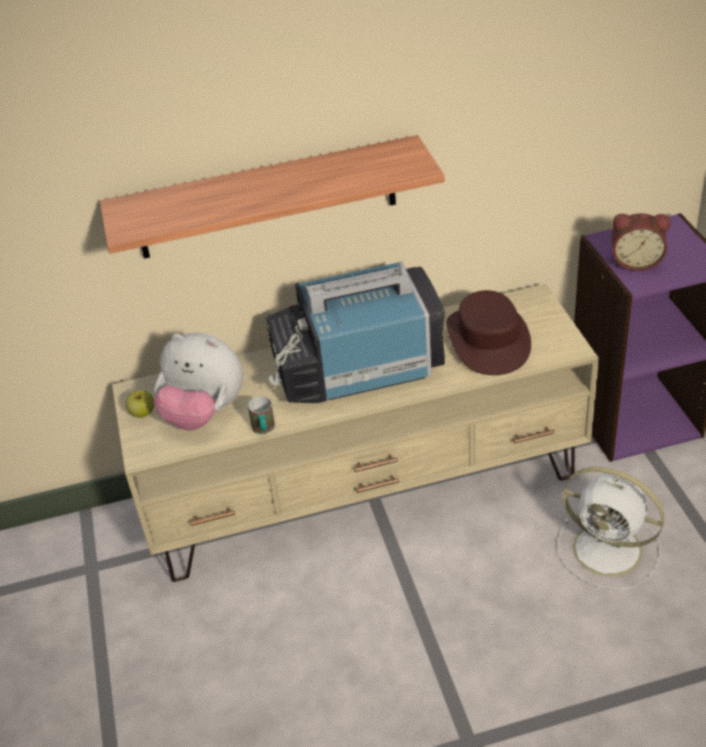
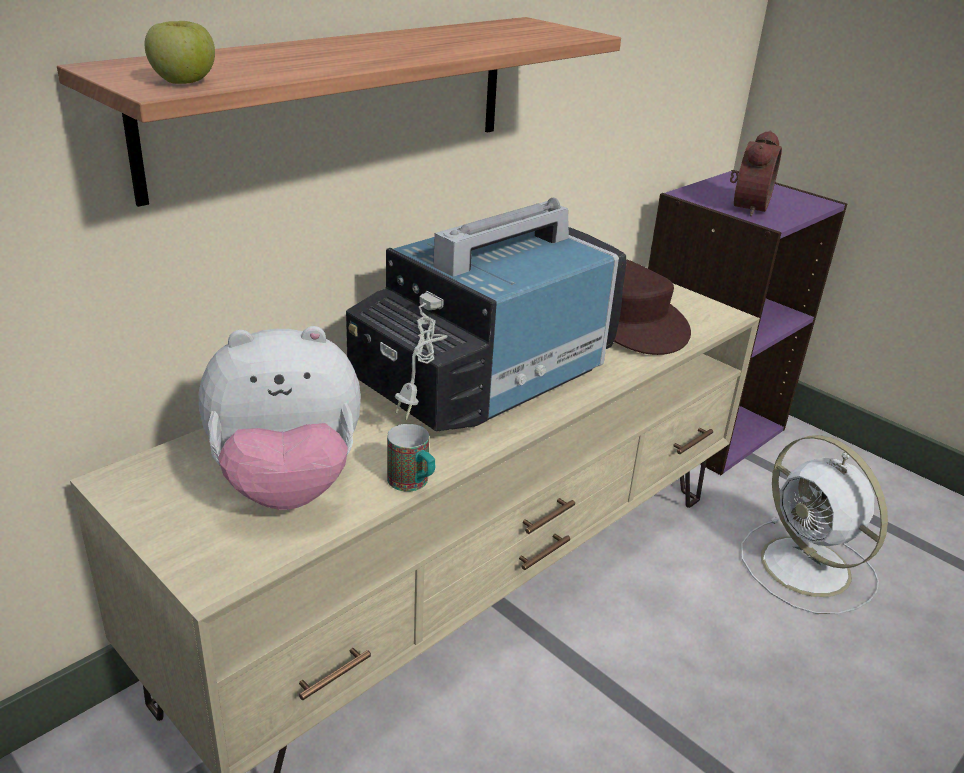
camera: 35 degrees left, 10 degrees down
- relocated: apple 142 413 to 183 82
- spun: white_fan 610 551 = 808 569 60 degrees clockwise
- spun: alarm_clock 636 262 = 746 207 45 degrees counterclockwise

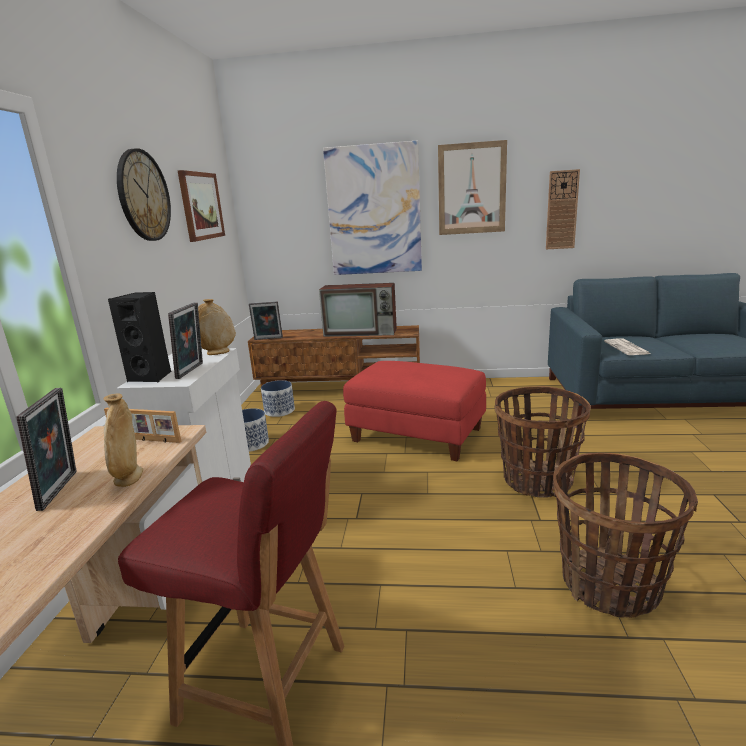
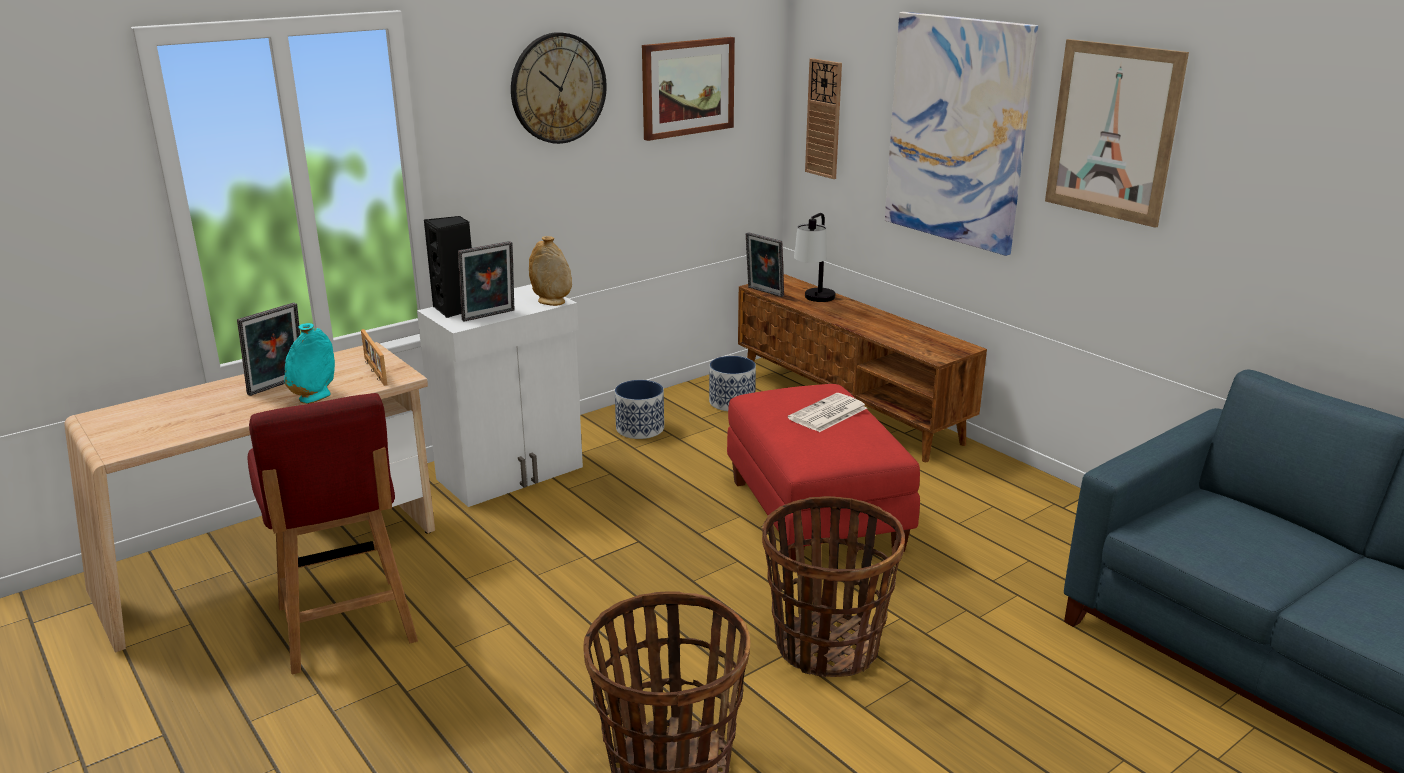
camera: 45 degrees right, 5 degrees up
- colour: beige_vase 129 478 to turquoise_vase 314 397
- missing: television 362 332
- relocated: wall_clock 562 210 to 824 119
- relocated: newspaper 627 348 to 827 414
- appeared: table_lamp 814 301

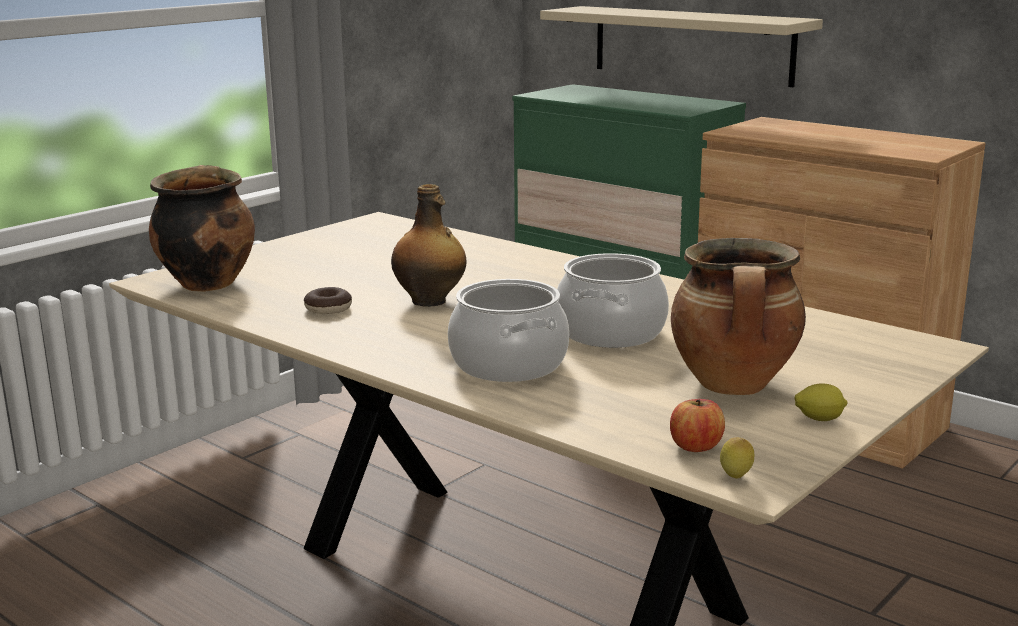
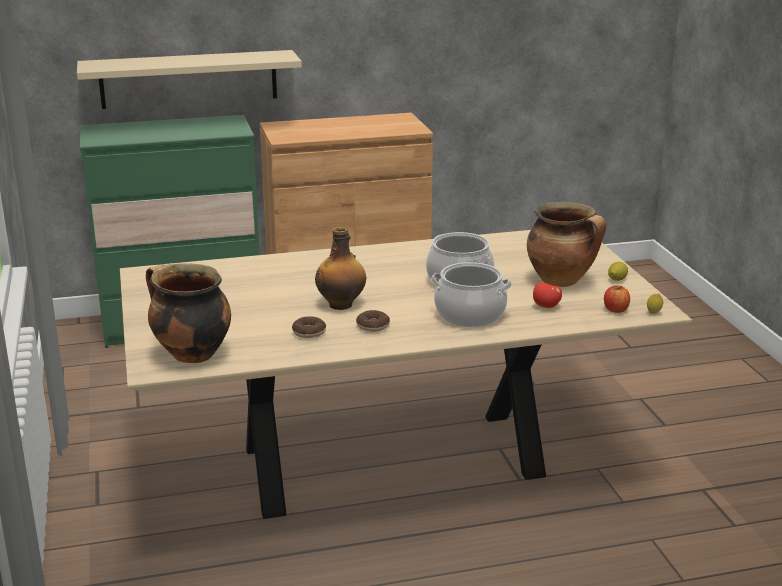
camera: 55 degrees left, 5 degrees up
- appeared: donut 373 326
- appeared: apple 546 306

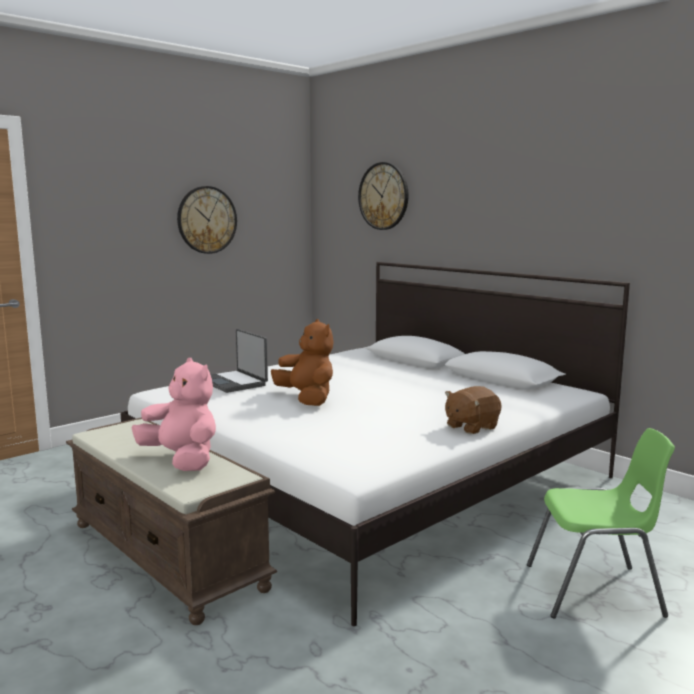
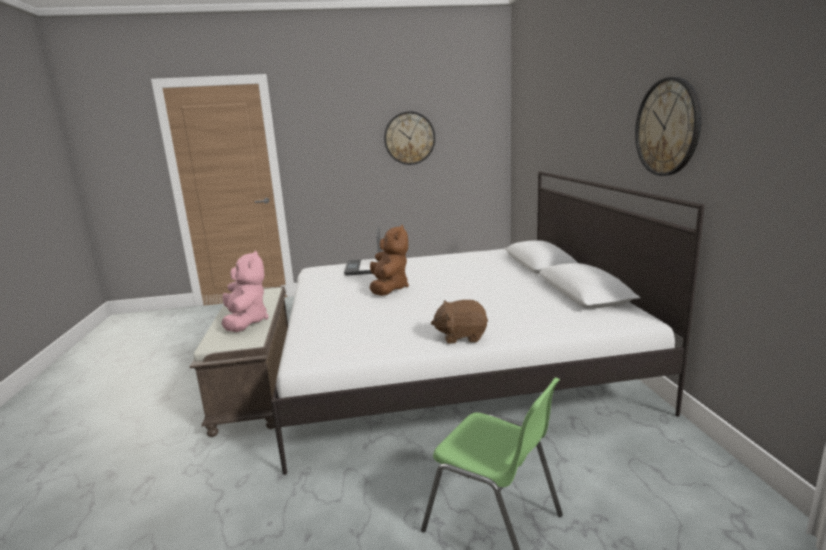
camera: 35 degrees right, 5 degrees up
- relocated: wall_clock 383 196 to 667 127

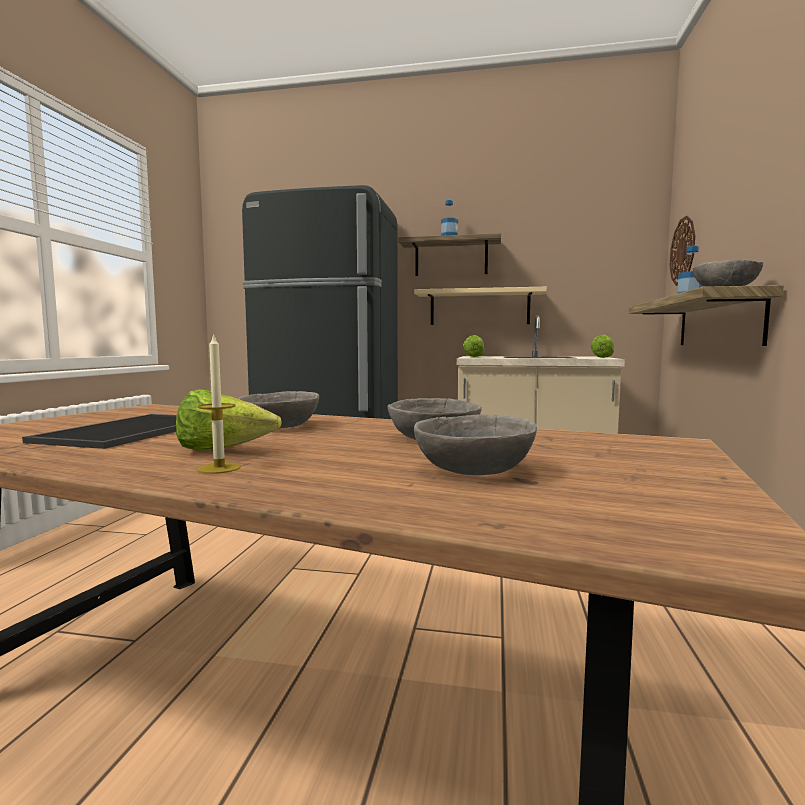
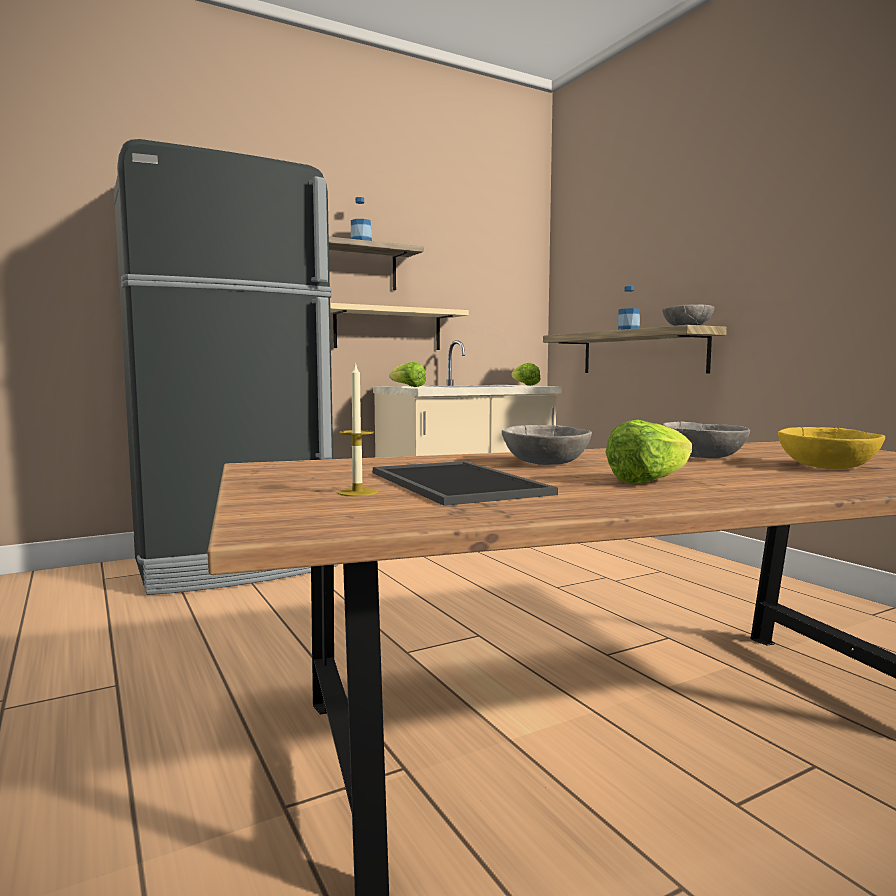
camera: 40 degrees left, 0 degrees up
- relocated: candle 219 468 to 357 492
- colour: grey_bowl 474 469 to yellow_bowl 827 466
- missing: wall_clock 683 251

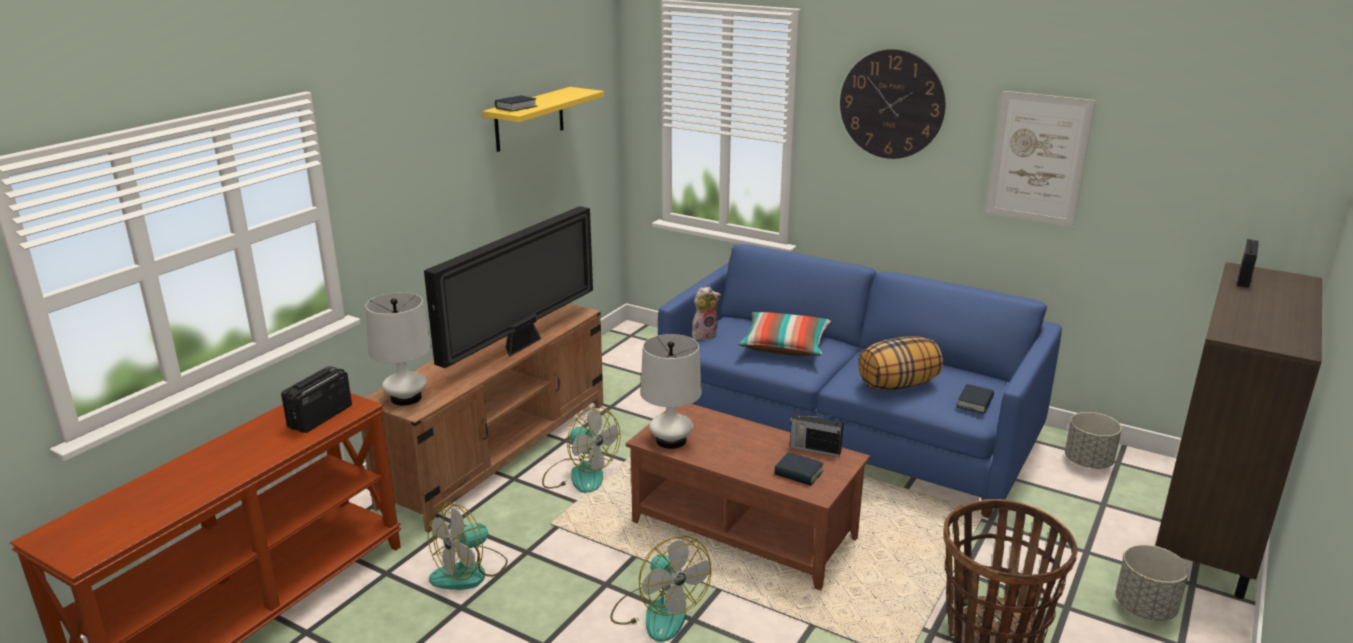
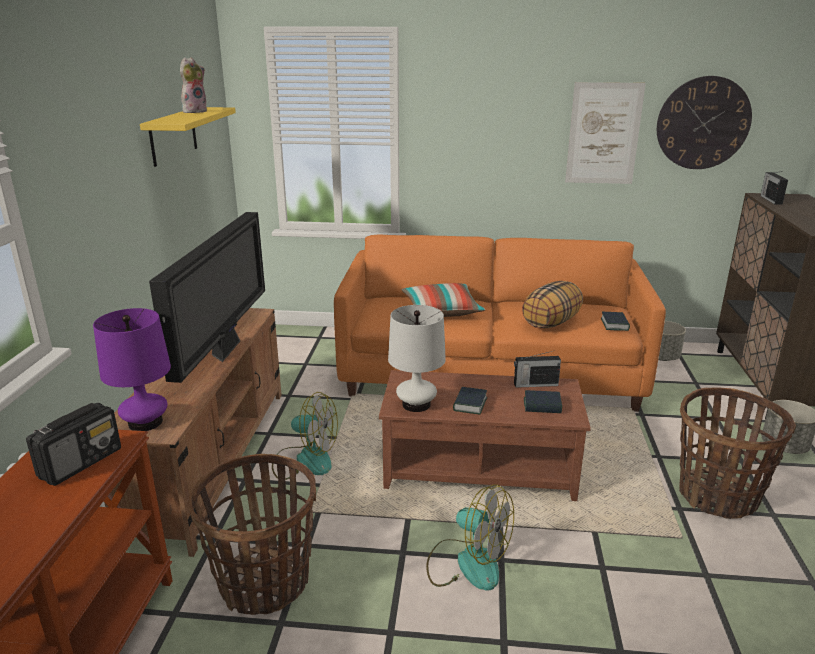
camera: 25 degrees left, 0 degrees up
- spun: radio 320 417 = 81 462 150 degrees counterclockwise
- colour: white_table_lamp 406 398 to purple_table_lamp 145 422
- exchanged: fan 469 572 to basket 264 583
- relocated: book 516 108 to 470 404
- colour: blue_sofa 847 430 to orange_sofa 490 371
- relocated: plush_toy 704 335 to 195 111
- relocated: wall_clock 891 104 to 703 123

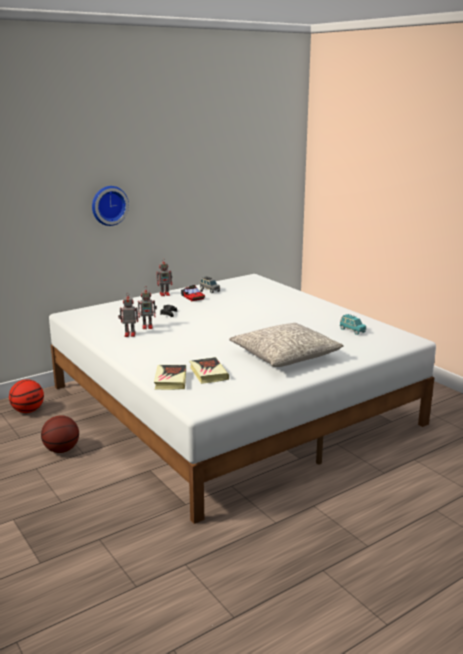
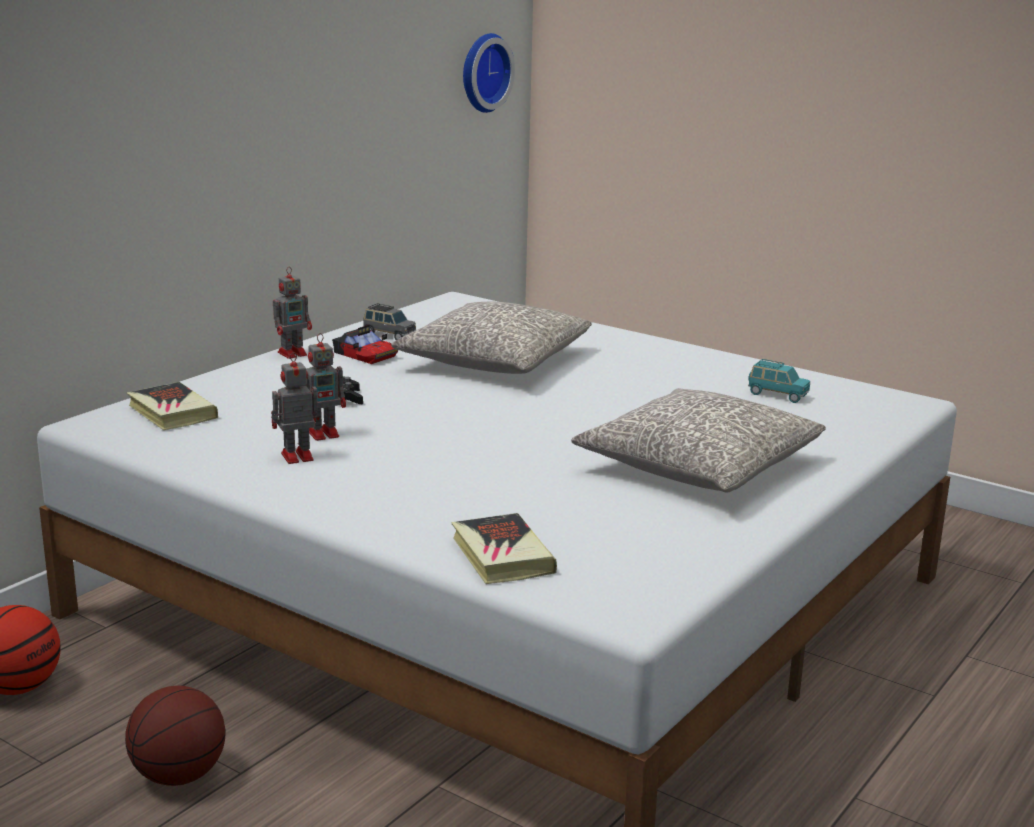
camera: 20 degrees left, 0 degrees up
- relocated: wall_clock 109 205 to 482 72
- relocated: book 208 373 to 172 412
- appeared: grey_pillow 494 360

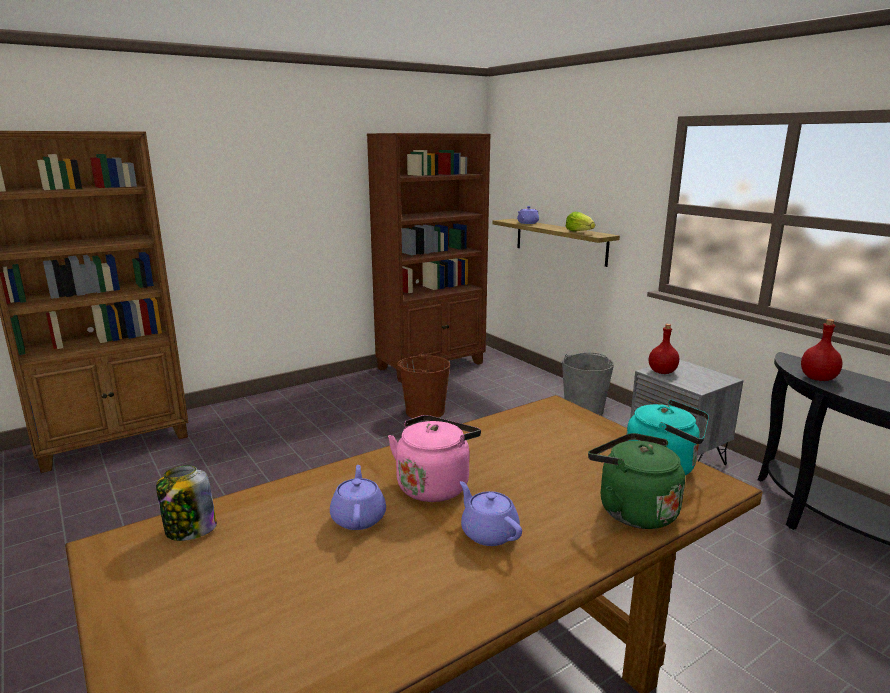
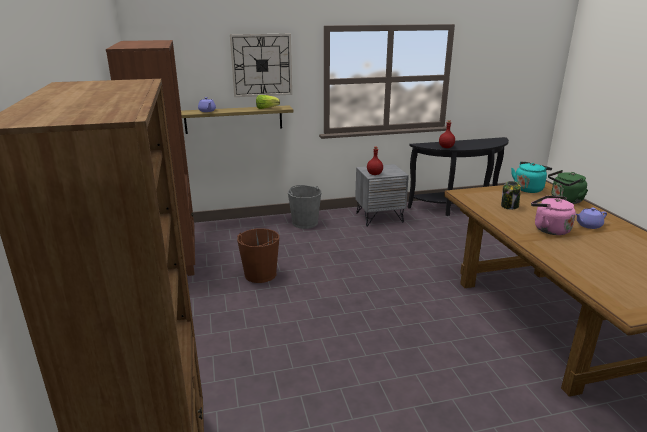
camera: 70 degrees left, 5 degrees up
- relocated: jar 190 530 to 509 206
- missing: purple_teapot 358 517
- appeared: wall_clock 261 65

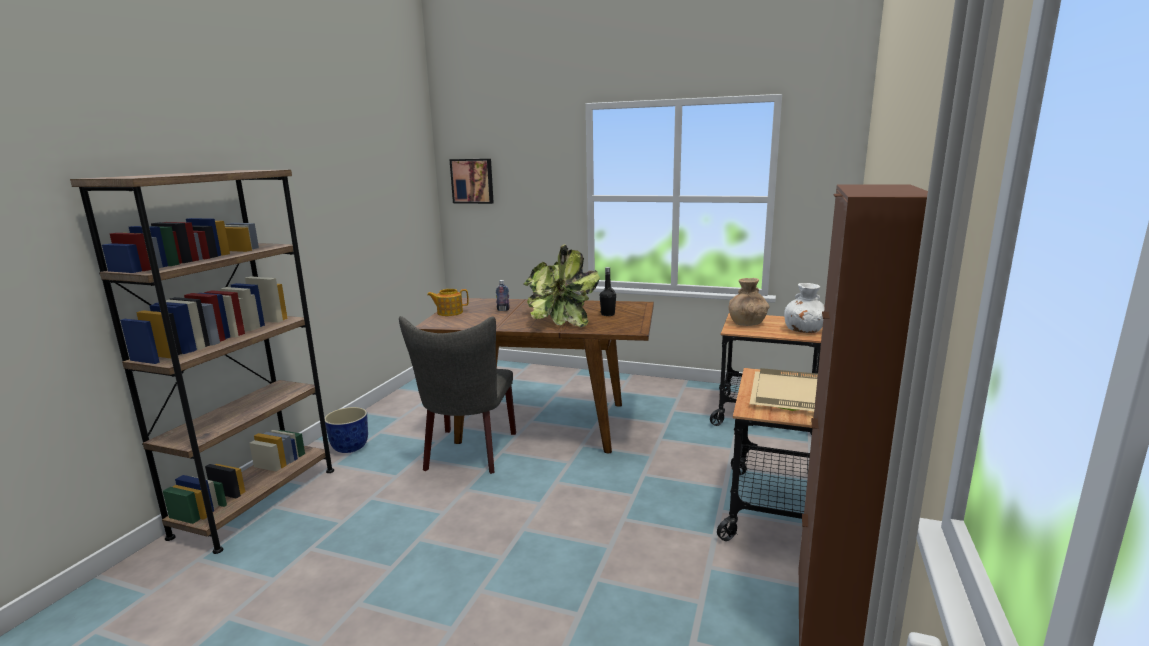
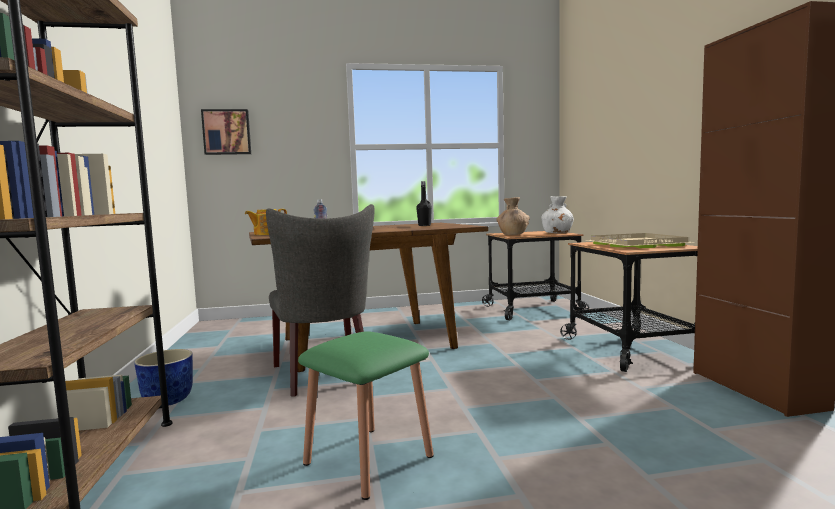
camera: 30 degrees left, 10 degrees down
- missing: potted_plant 557 321
- appeared: green_stool 368 459

